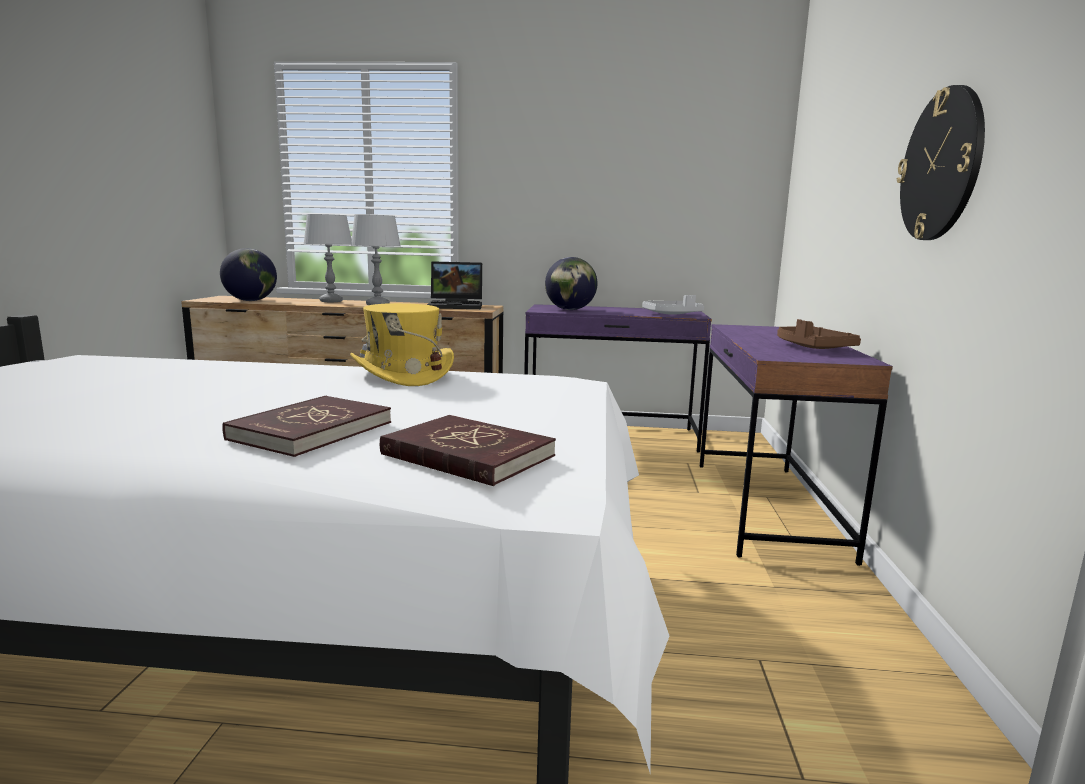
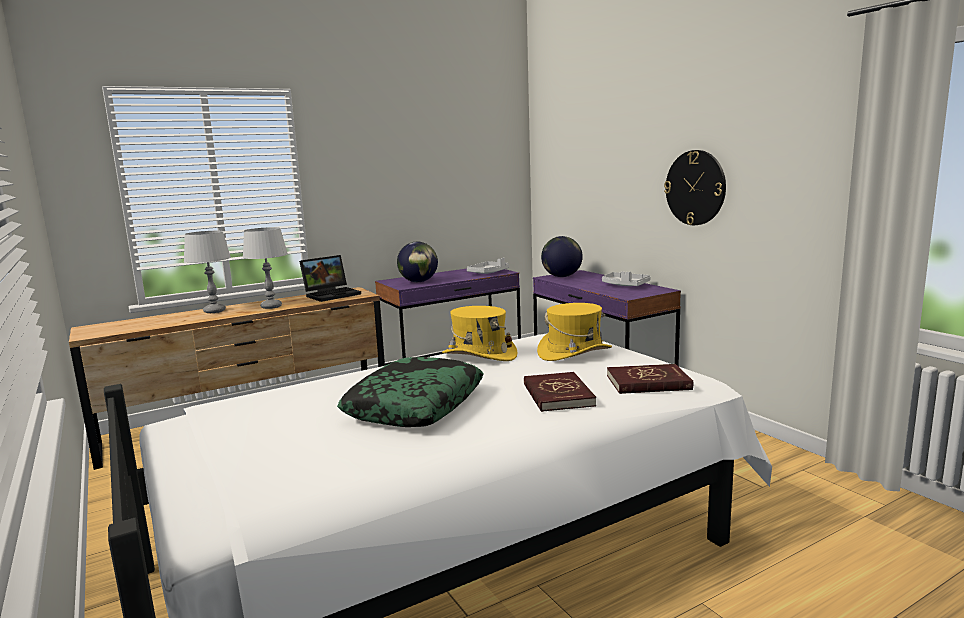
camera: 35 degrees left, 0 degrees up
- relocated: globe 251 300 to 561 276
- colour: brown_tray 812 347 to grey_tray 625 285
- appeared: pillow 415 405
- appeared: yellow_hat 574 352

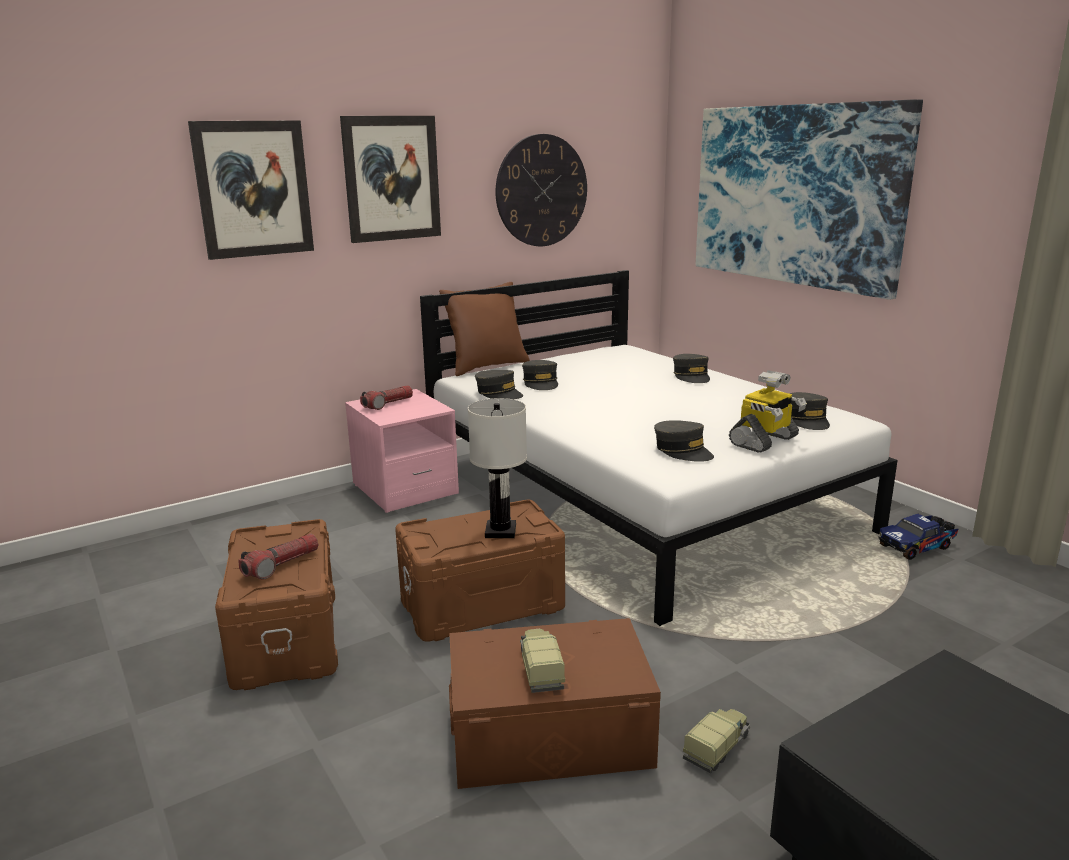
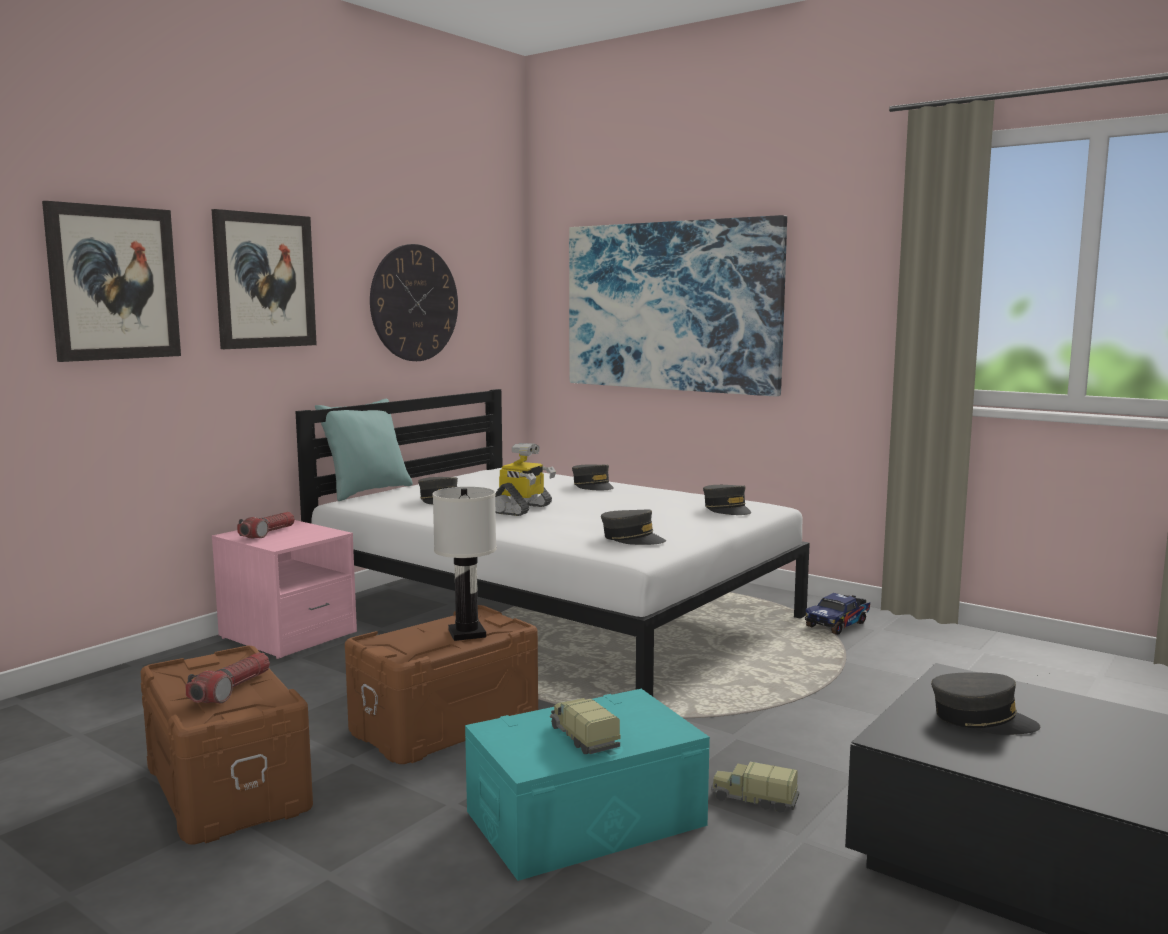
camera: 20 degrees left, 10 degrees down
- colour: brown_pillow 487 366 to turquoise_pillow 367 492
- colour: brown_storage_box 549 733 to turquoise_storage_box 585 818
- relocated: grey_cap 499 393 to 981 719
- spun: toy_truck 717 748 = 753 799 90 degrees counterclockwise
- relocated: toy_robot 764 441 to 522 509

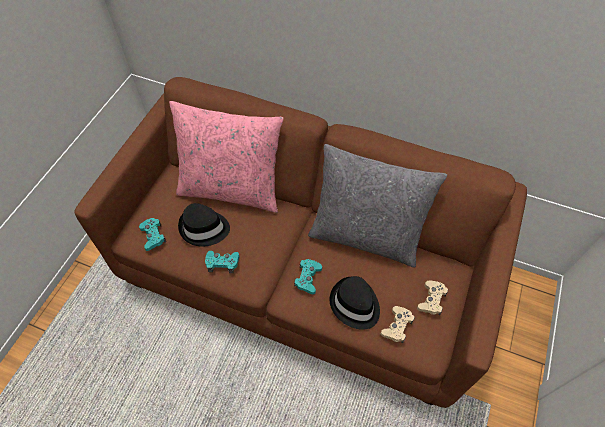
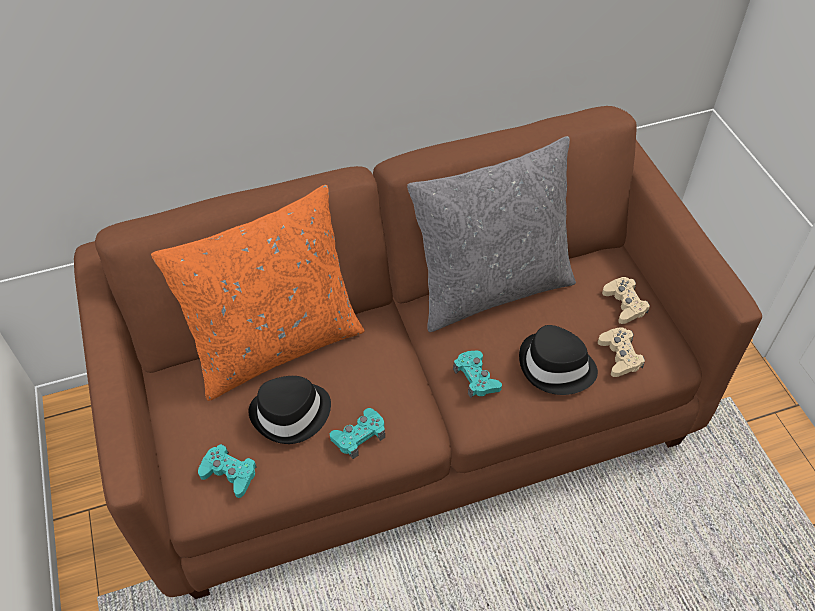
camera: 40 degrees left, 5 degrees down
- colour: pink_pillow 231 189 to orange_pillow 276 344

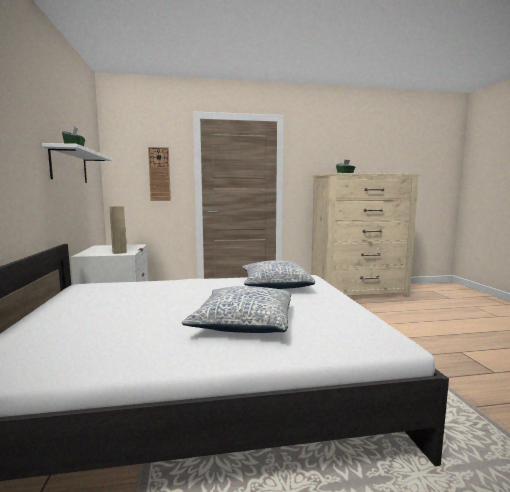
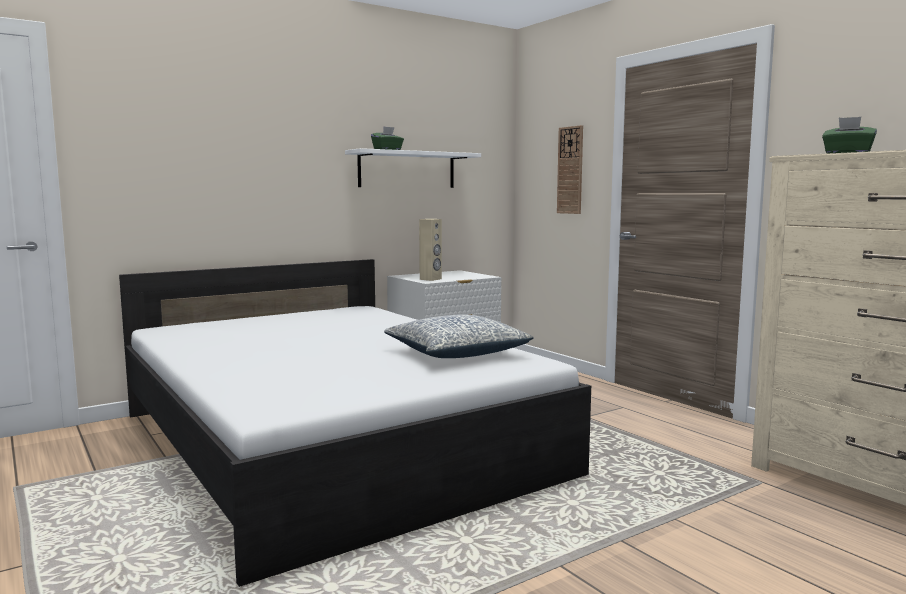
camera: 65 degrees right, 0 degrees up
- missing: pillow 244 323

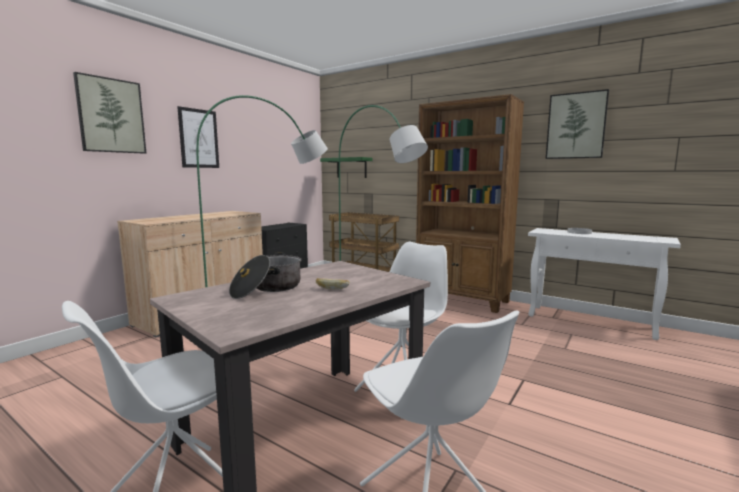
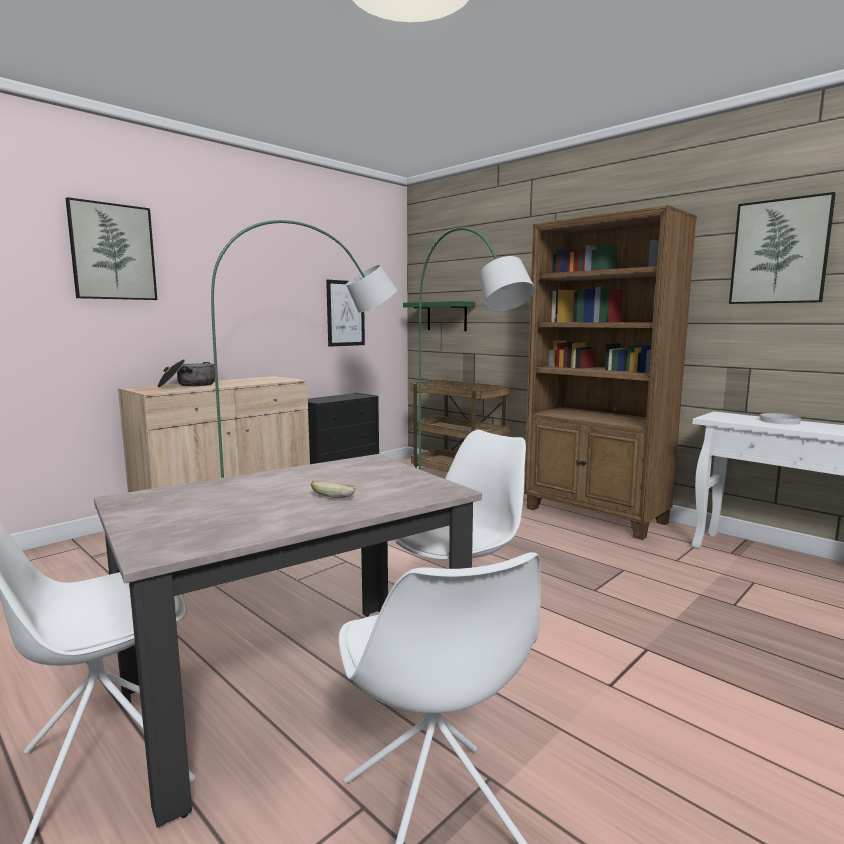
camera: 10 degrees right, 0 degrees up
- relocated: picture 199 138 to 345 313
- relocated: cooking_pot 267 289 to 188 385

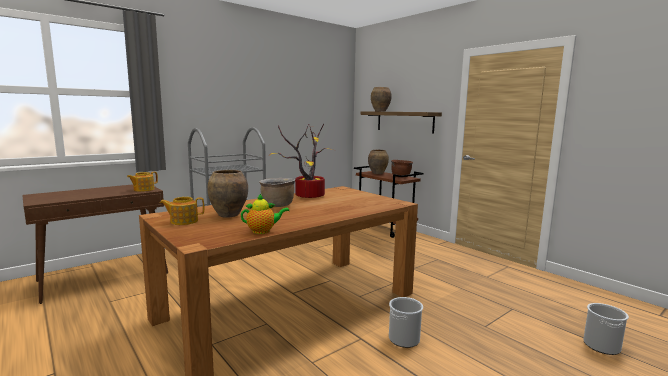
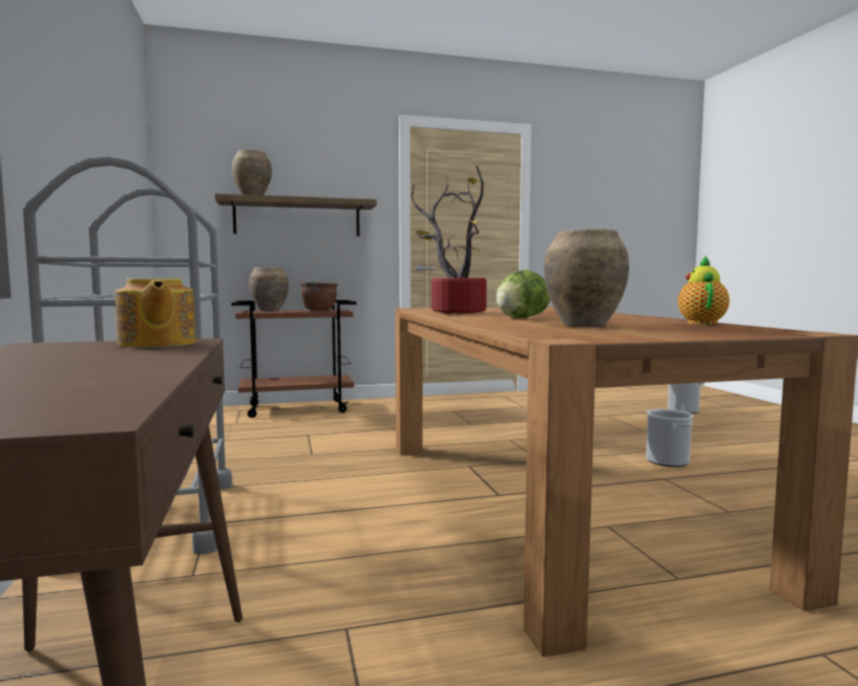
camera: 65 degrees left, 5 degrees down
- missing: teapot 183 221
- exchanged: brown_cooking_pot 277 205 to lettuce 520 318

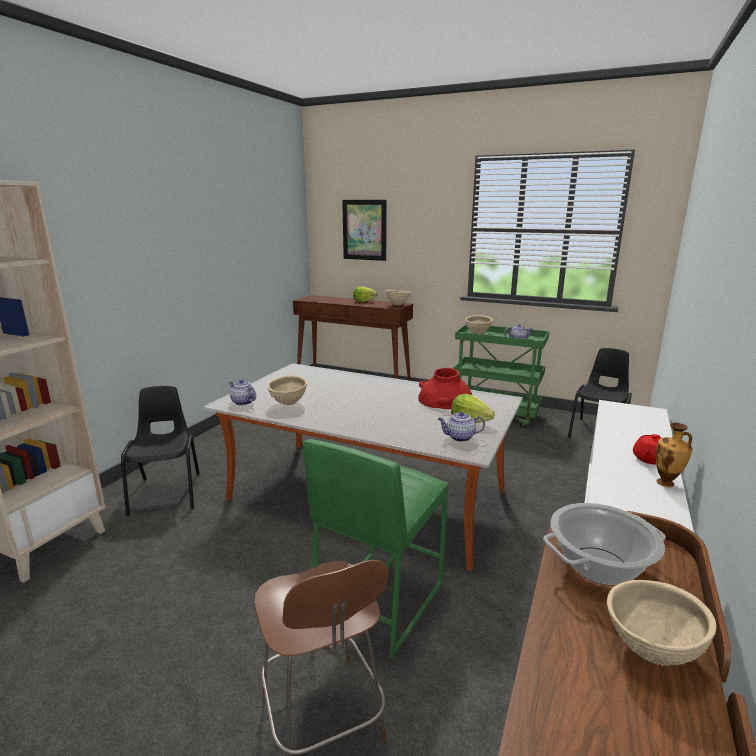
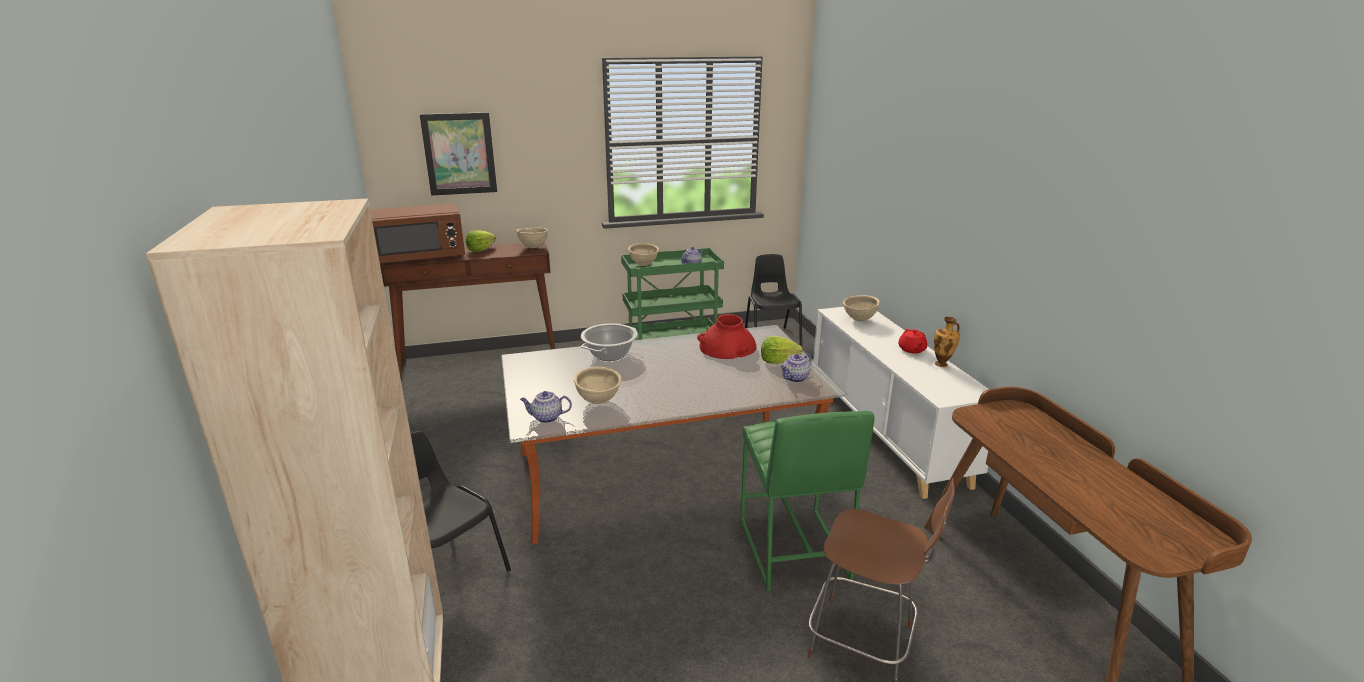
camera: 40 degrees left, 5 degrees up
- relocated: cooking_pot 599 566 to 610 355
- relocated: beige_bowl 650 651 to 859 320
- appeared: brown_microwave 422 257

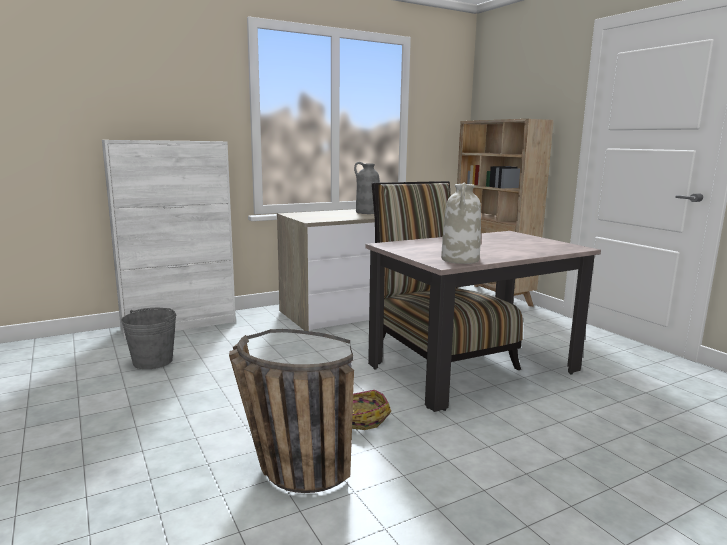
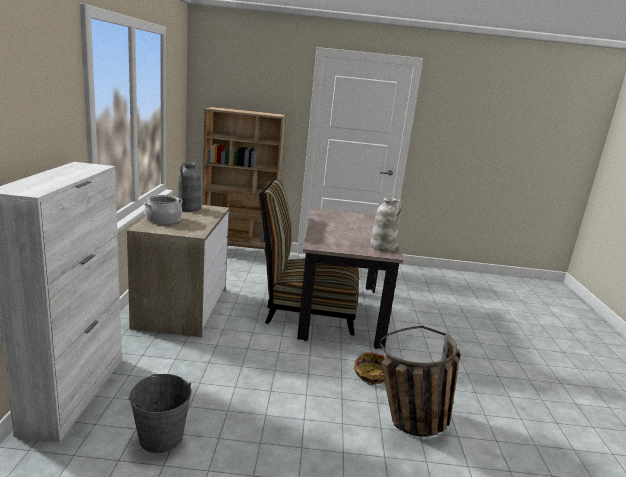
camera: 60 degrees left, 5 degrees up
- appeared: cooking_pot 163 220

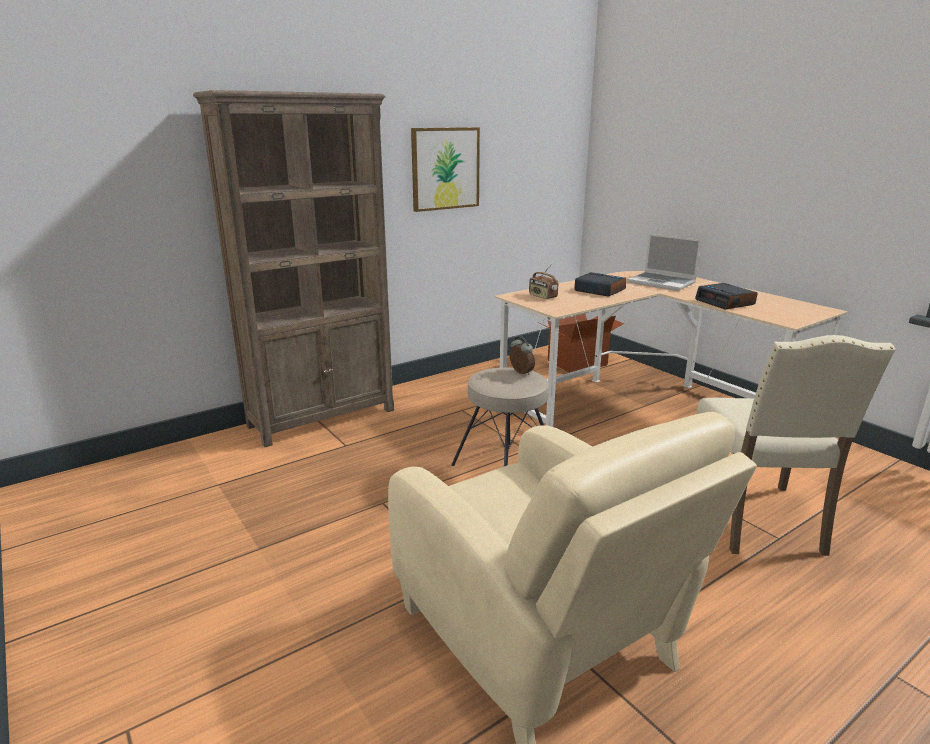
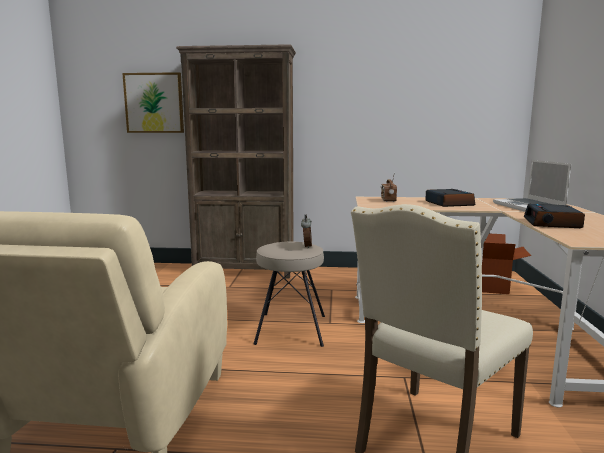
camera: 40 degrees right, 10 degrees down
- relocated: picture 445 168 to 154 103

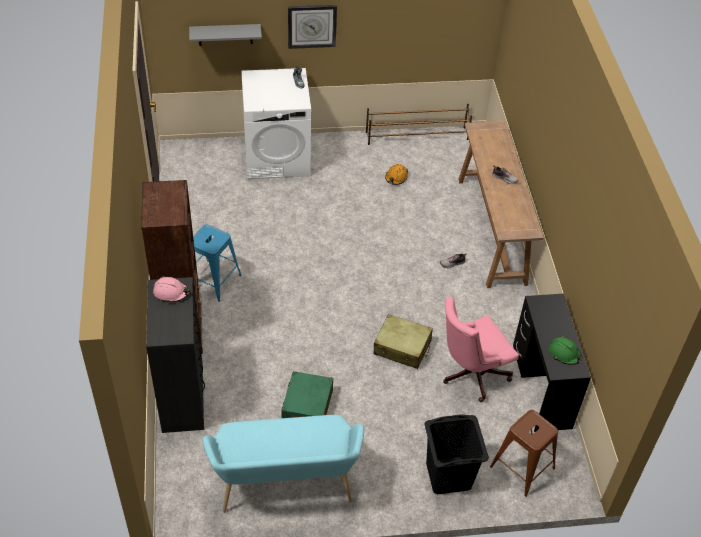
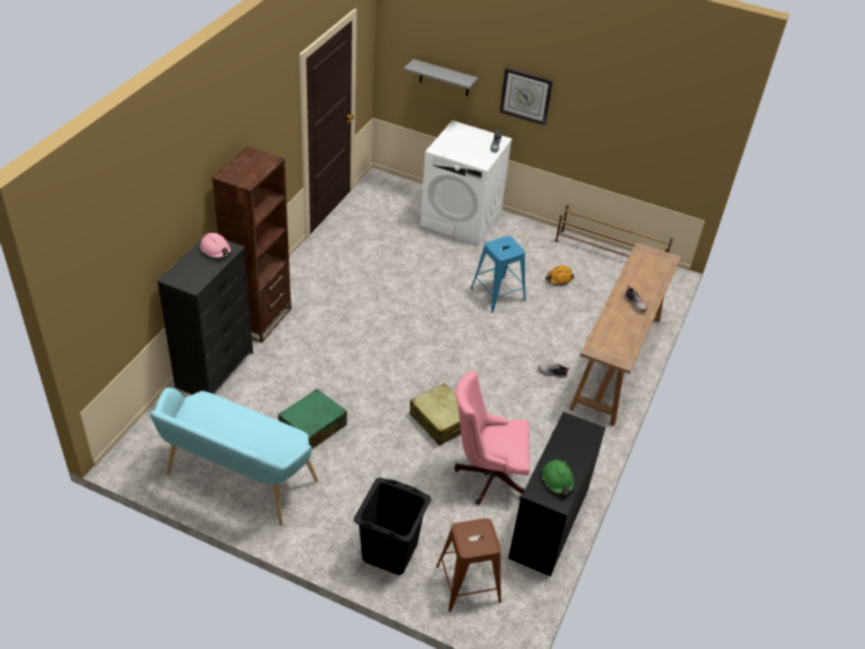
camera: 30 degrees right, 5 degrees down
- relocated: blue_stool 213 280 to 497 294

